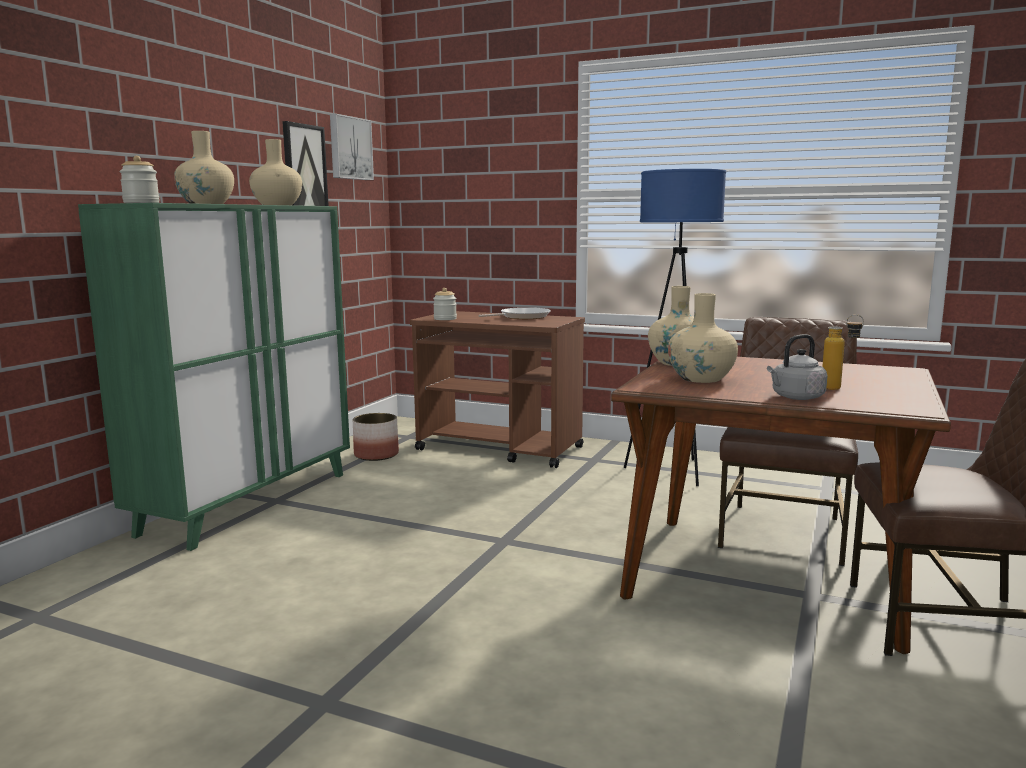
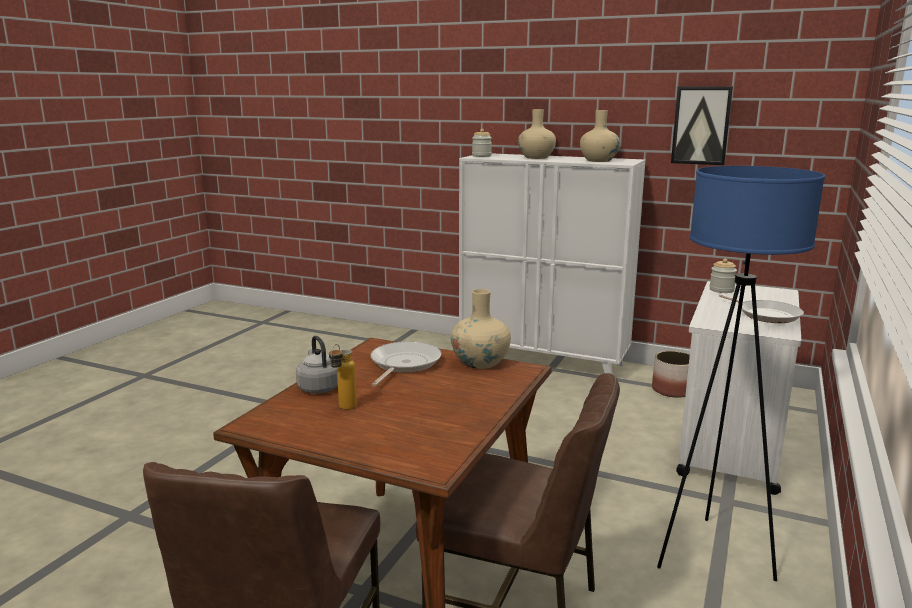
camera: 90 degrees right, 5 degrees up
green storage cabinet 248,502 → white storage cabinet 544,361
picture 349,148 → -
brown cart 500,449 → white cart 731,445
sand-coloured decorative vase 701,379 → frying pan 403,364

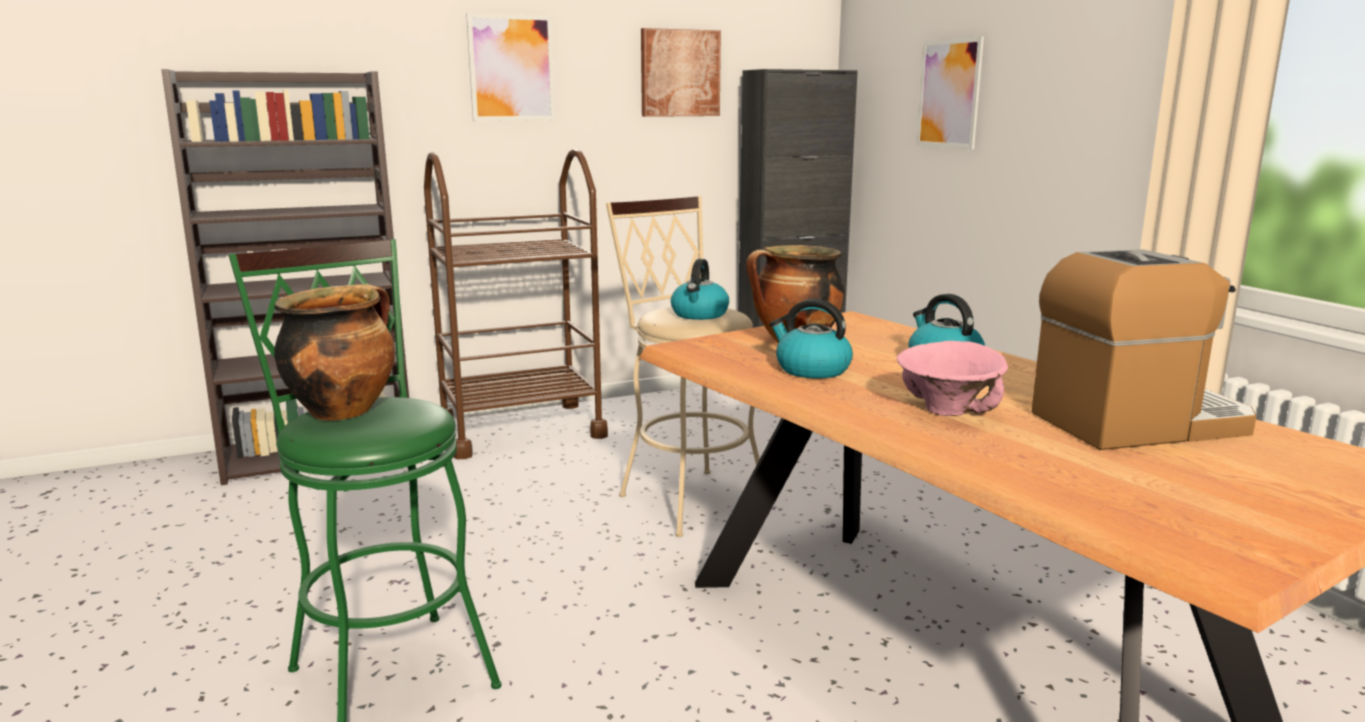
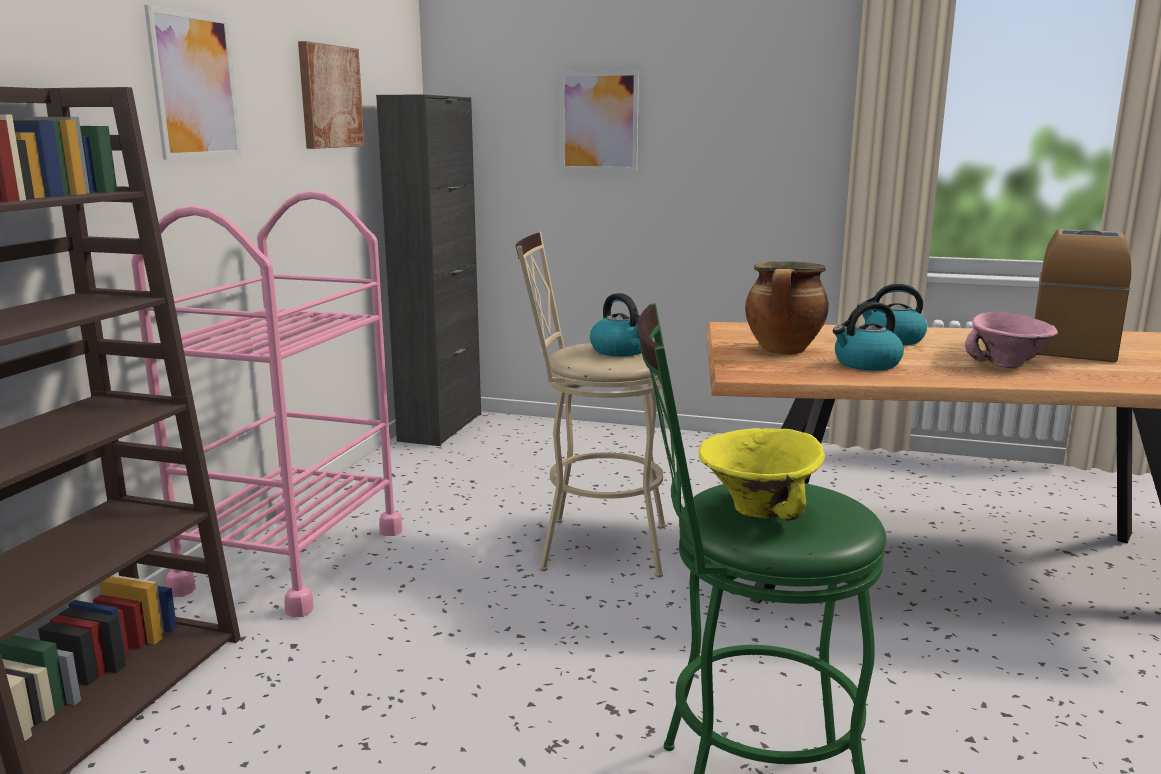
camera: 50 degrees left, 0 degrees up
cooking pot 343,410 → yellow-coloured deep dish 755,511
brown cart 520,429 → pinkish cart 292,560

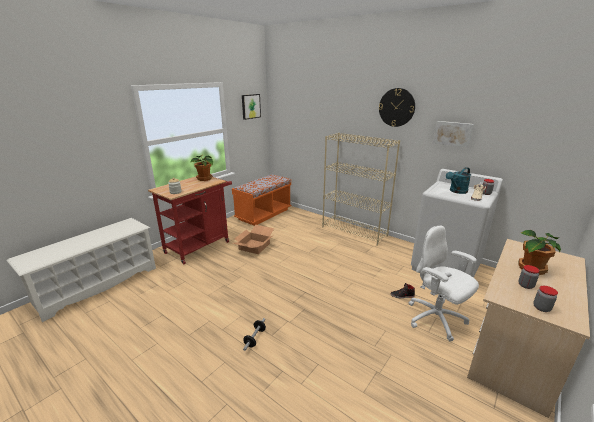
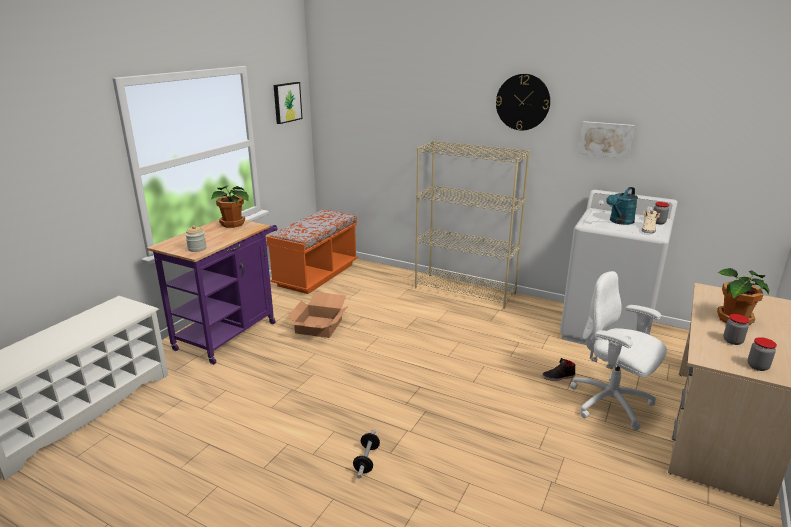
camera: 10 degrees left, 0 degrees up
red-coloured cart 200,245 → purplish cart 230,333

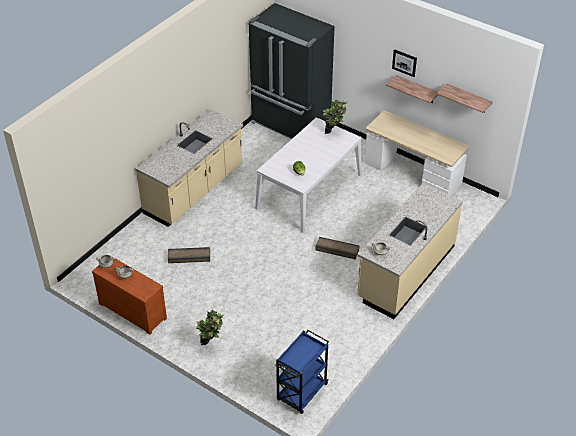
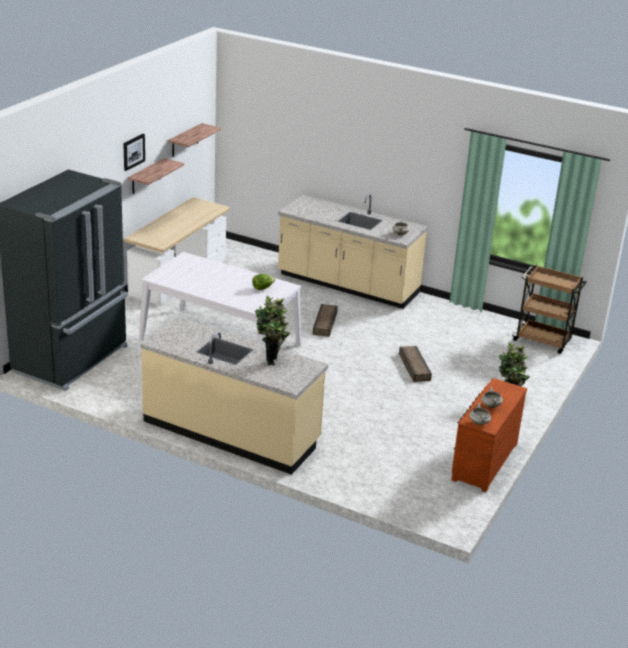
camera: 100 degrees left, 15 degrees down
crate 189,257 → crate 415,366, shifted
bluish cart 301,393 → brown cart 543,341
potted plant 334,133 → potted plant 271,358, shifted

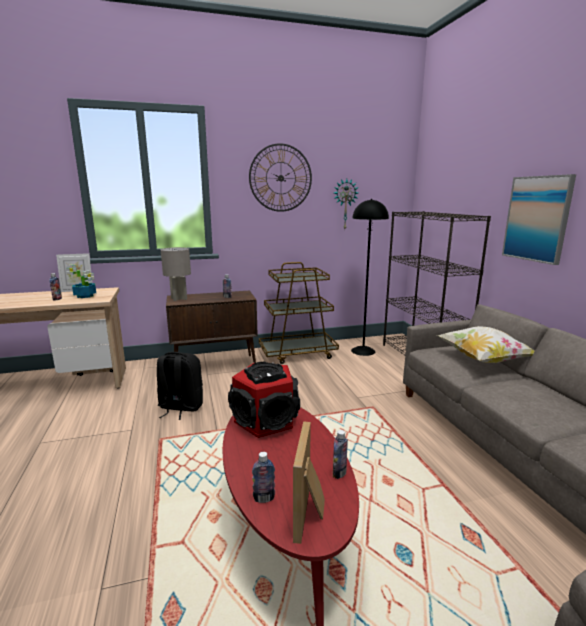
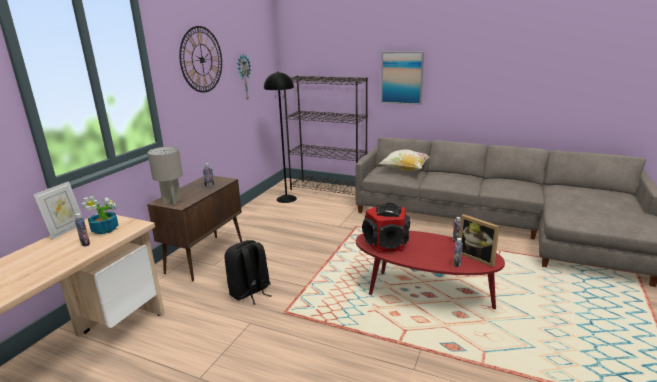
camera: 50 degrees left, 5 degrees up
brown cart 298,353 → -

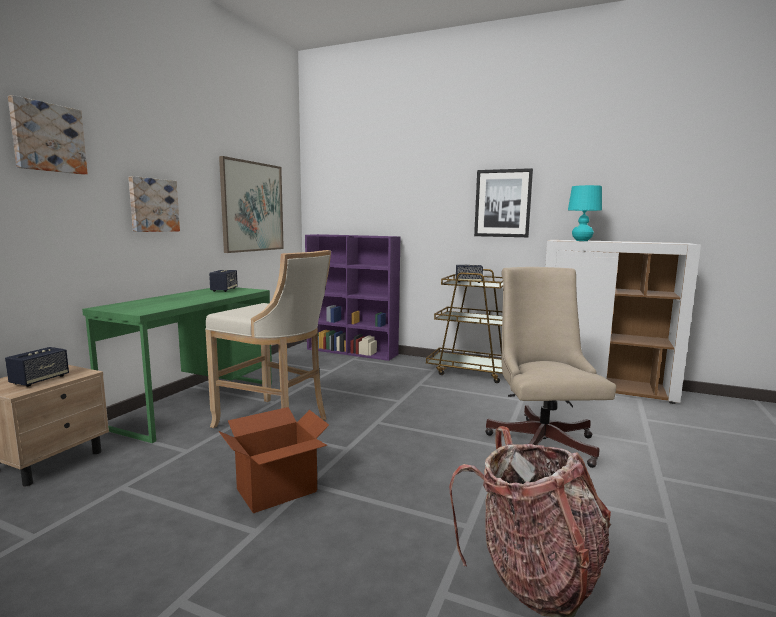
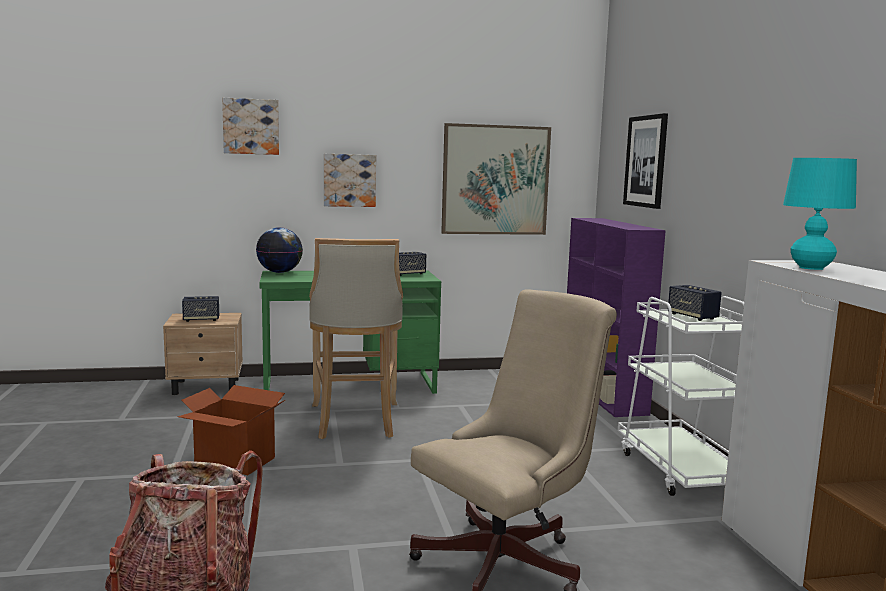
camera: 55 degrees right, 0 degrees up
brown cart 471,371 → white cart 681,470
picture 502,203 → picture 646,161, shifted
- → desk globe 280,272

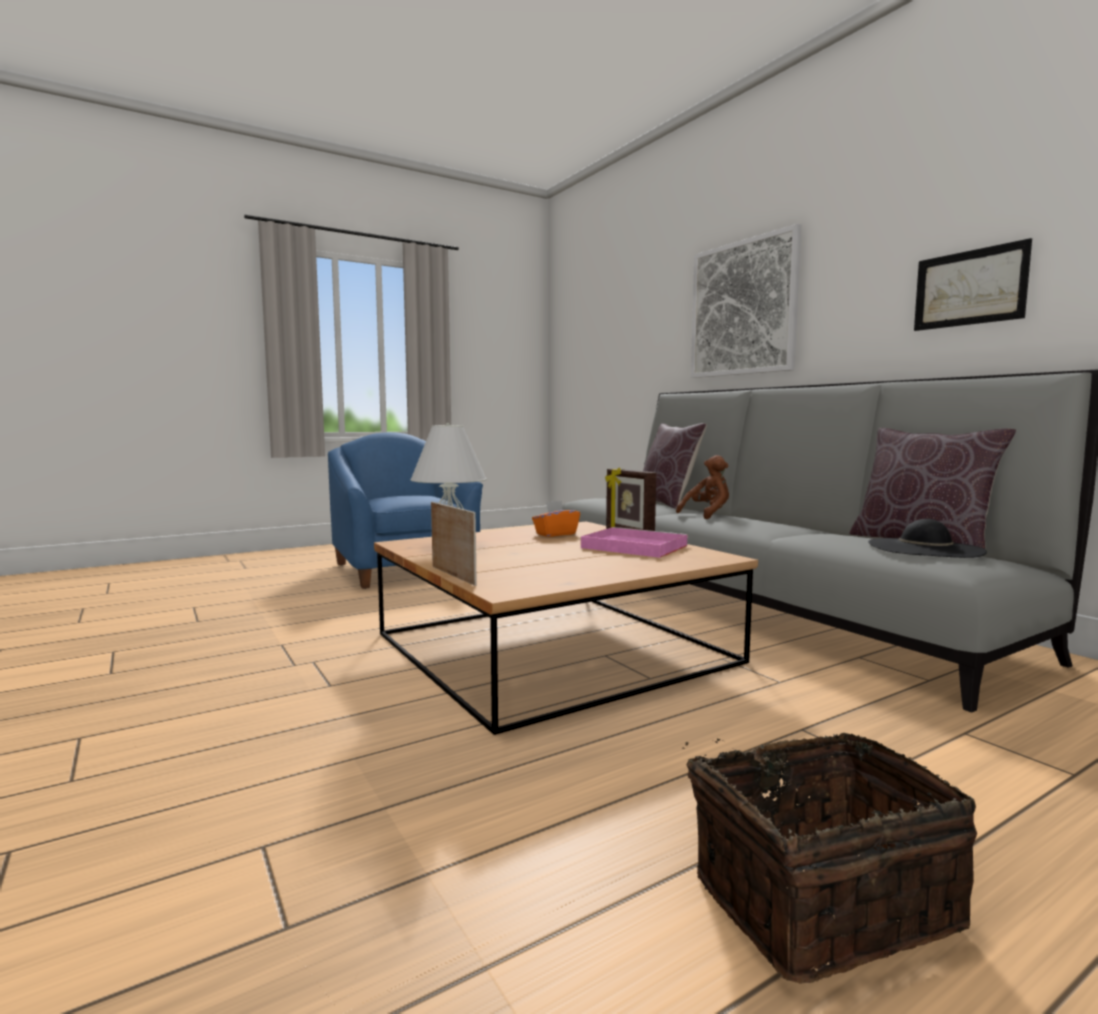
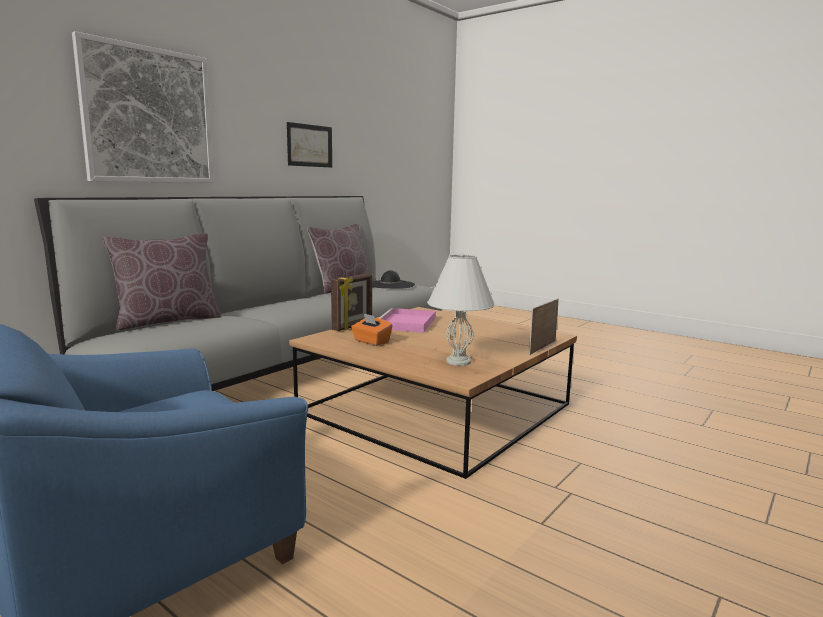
camera: 110 degrees left, 5 degrees up
brown cuddly toy 707,514 → -
storage basket 816,897 → -

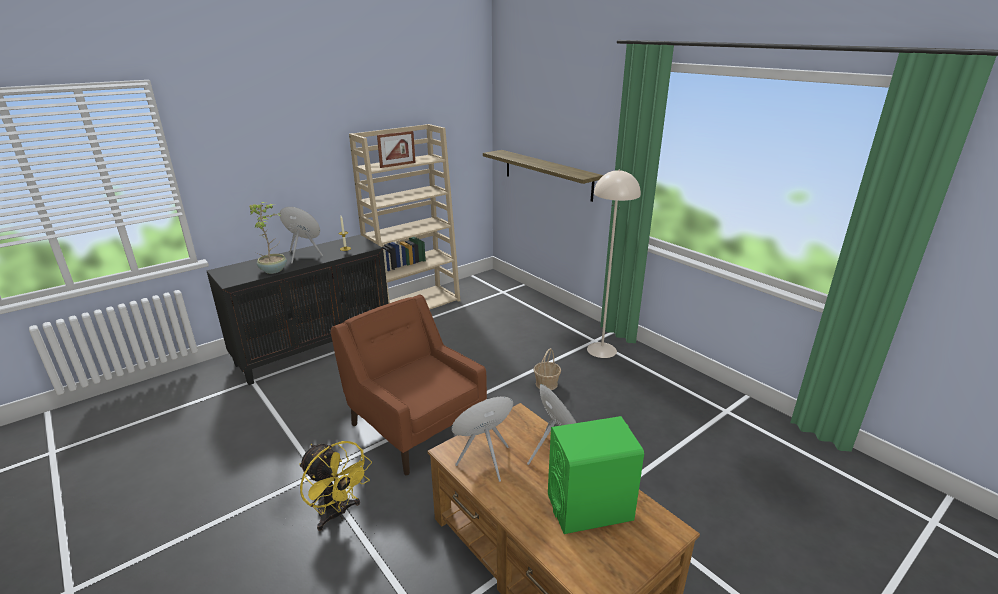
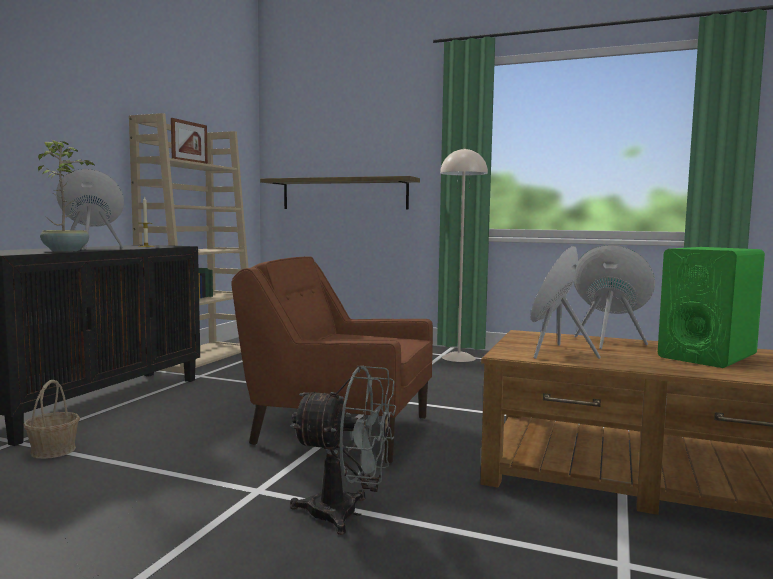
camera: 30 degrees left, 20 degrees down
yellow-coloured cooling fan 337,514 → gray cooling fan 346,514
storage basket 546,384 → storage basket 54,450, shifted

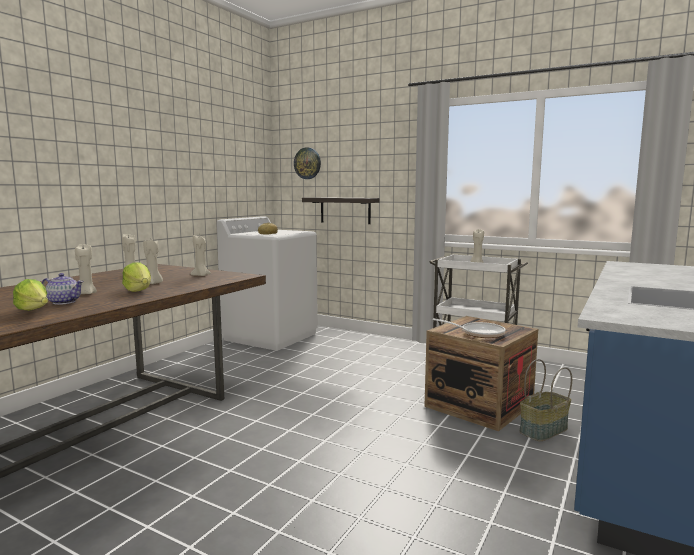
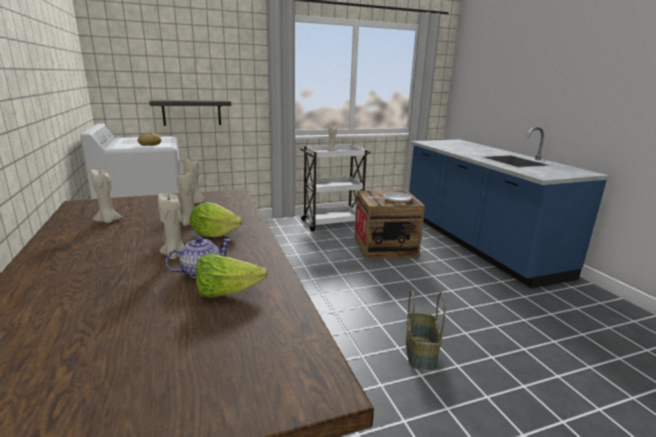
camera: 50 degrees left, 10 degrees up
wall clock 307,163 → -
storage basket 544,430 → storage basket 421,353, shifted

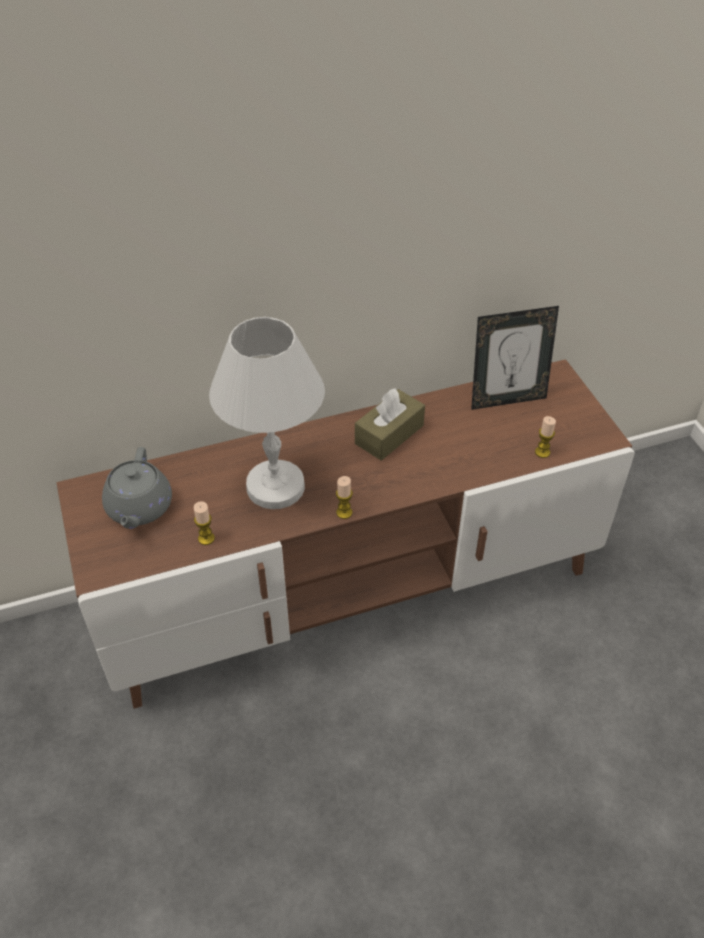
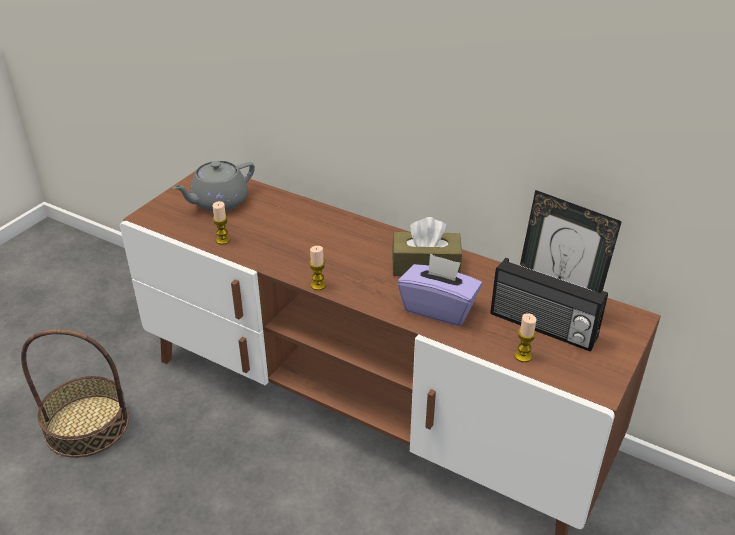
camera: 50 degrees right, 10 degrees down
white lamp for a table 274,486 → -
- → storage basket 87,425
- → purplish box of tissues 438,308
- → radio 542,327

